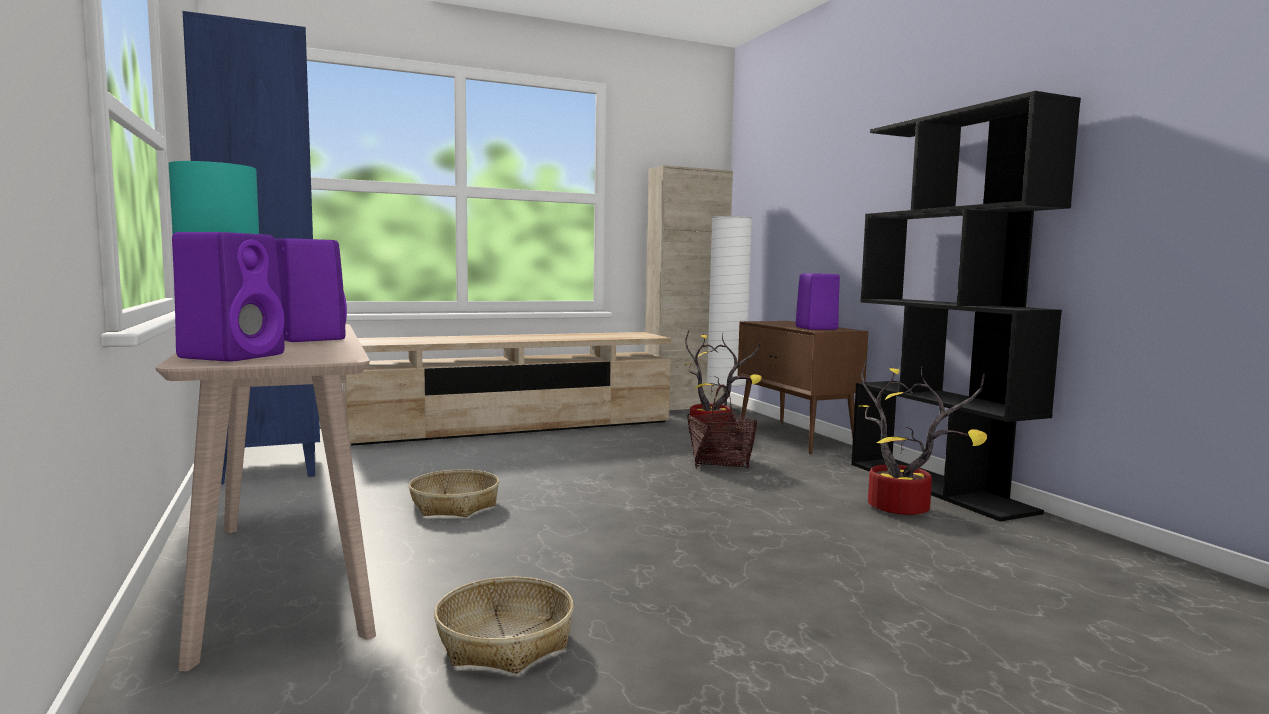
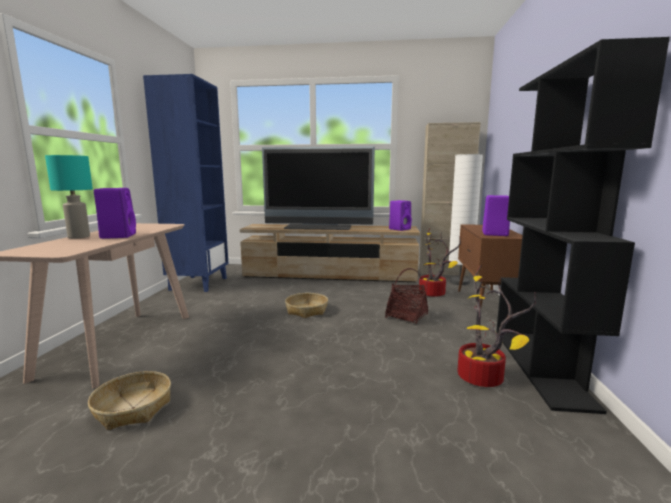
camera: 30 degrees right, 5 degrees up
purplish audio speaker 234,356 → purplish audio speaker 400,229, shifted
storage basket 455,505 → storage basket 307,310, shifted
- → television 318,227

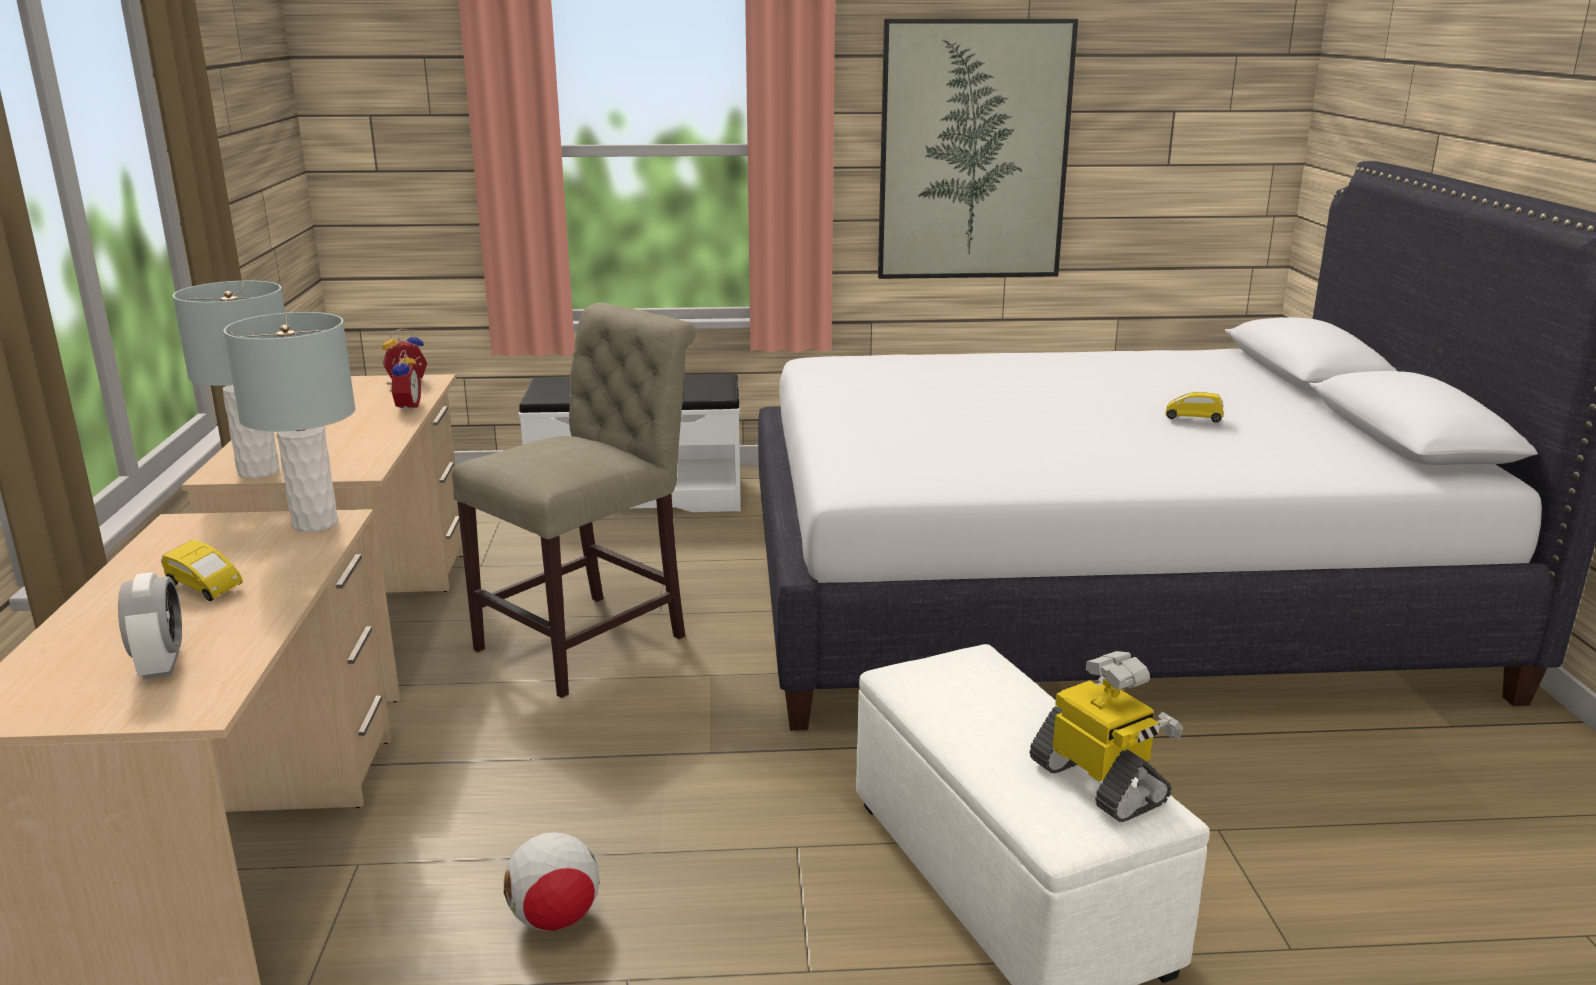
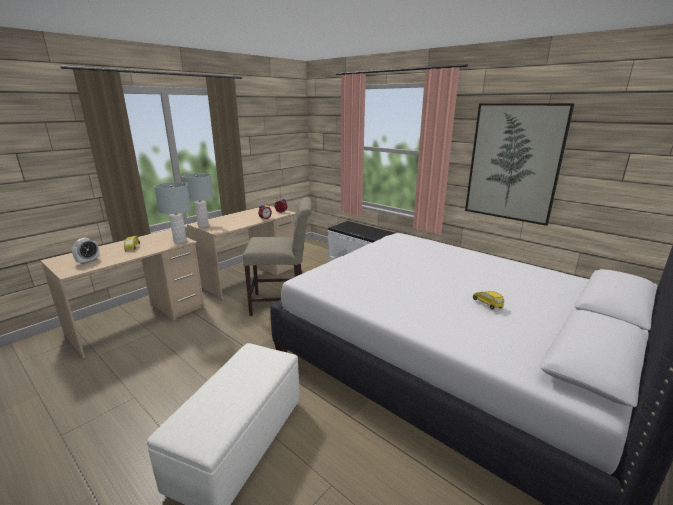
camera: 45 degrees right, 0 degrees up
football ball 555,918 → -
toy robot 1100,783 → -

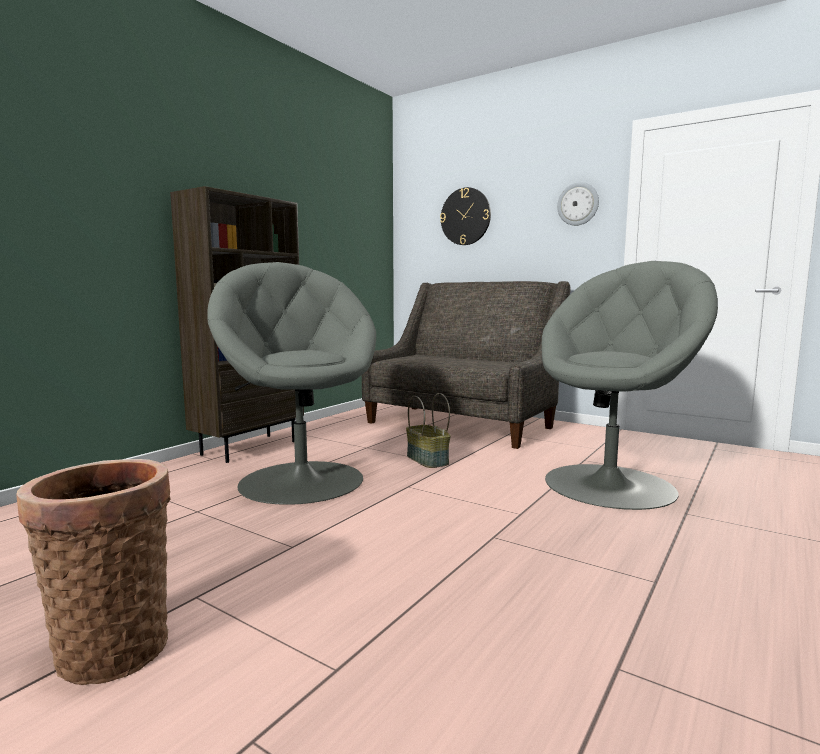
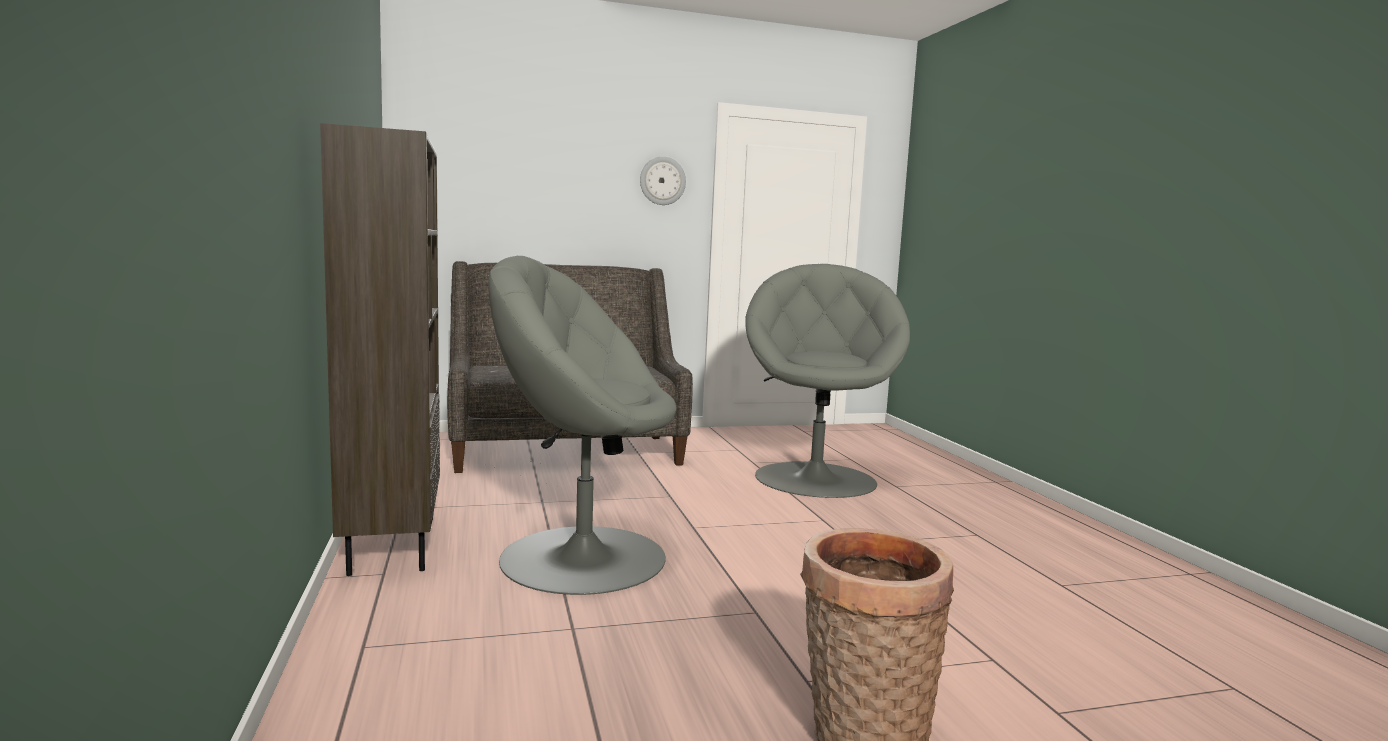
camera: 50 degrees left, 0 degrees up
storage basket 426,460 → -
wall clock 465,216 → -

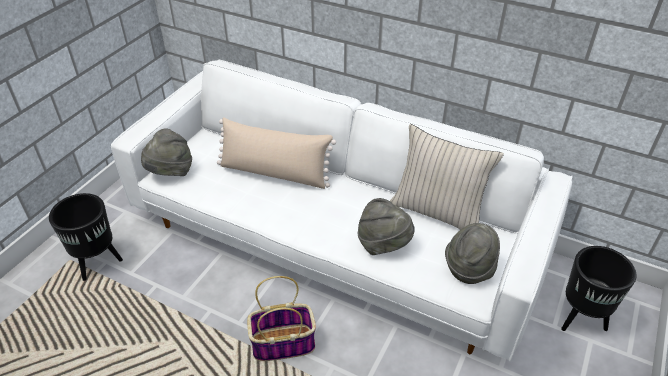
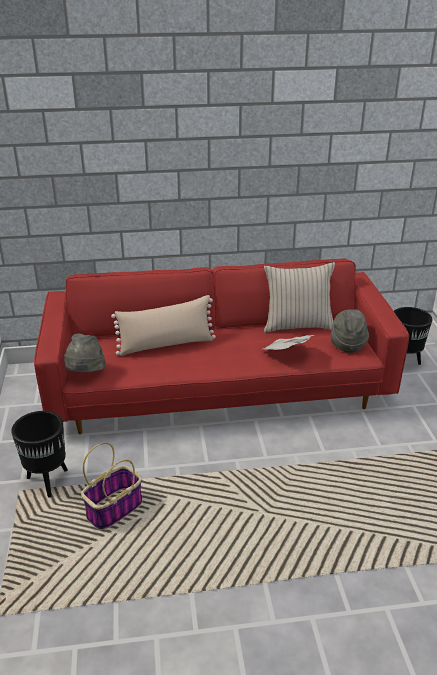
camera: 35 degrees left, 10 degrees down
white settee 334,240 → red-coloured settee 218,387
storage basket 284,343 → storage basket 115,509, shifted
gray hat 383,244 → newspaper 286,353

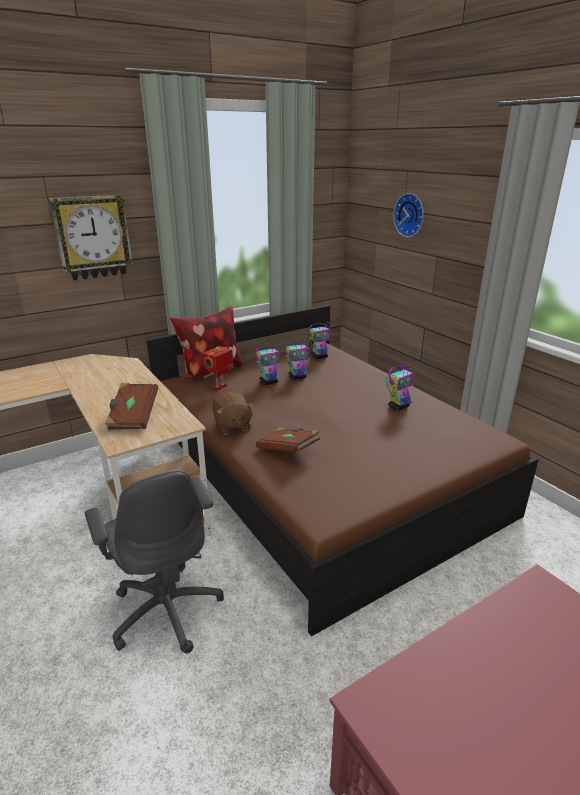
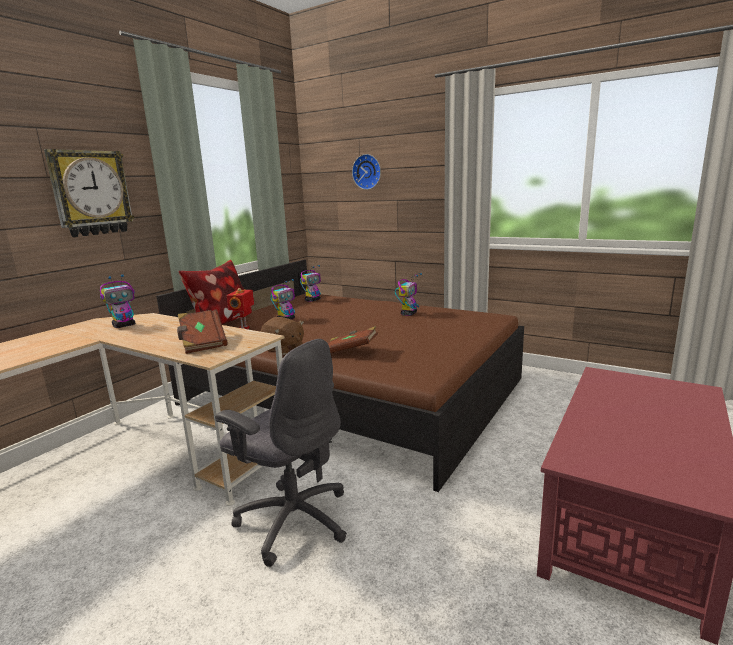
camera: 25 degrees left, 10 degrees down
toy robot 297,377 → toy robot 124,325, shifted

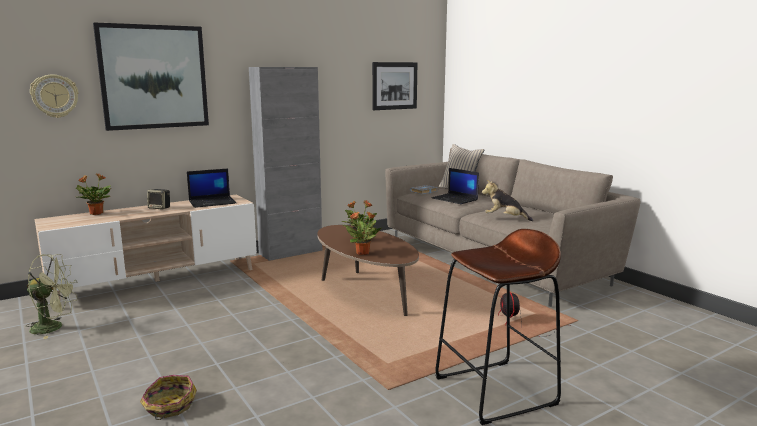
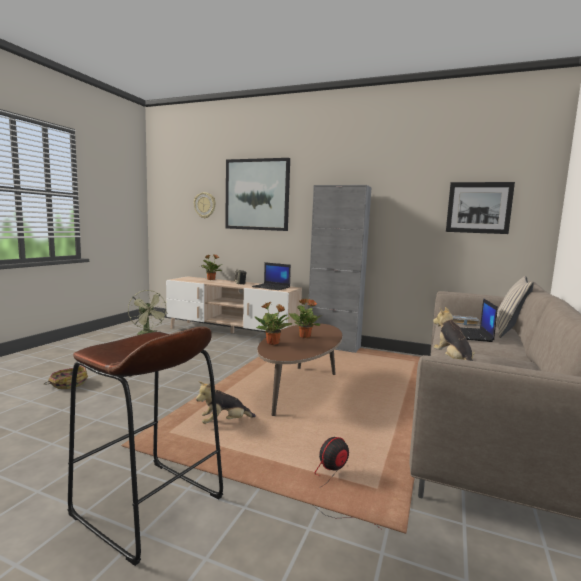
camera: 55 degrees right, 5 degrees down
- → cuddly toy 224,422

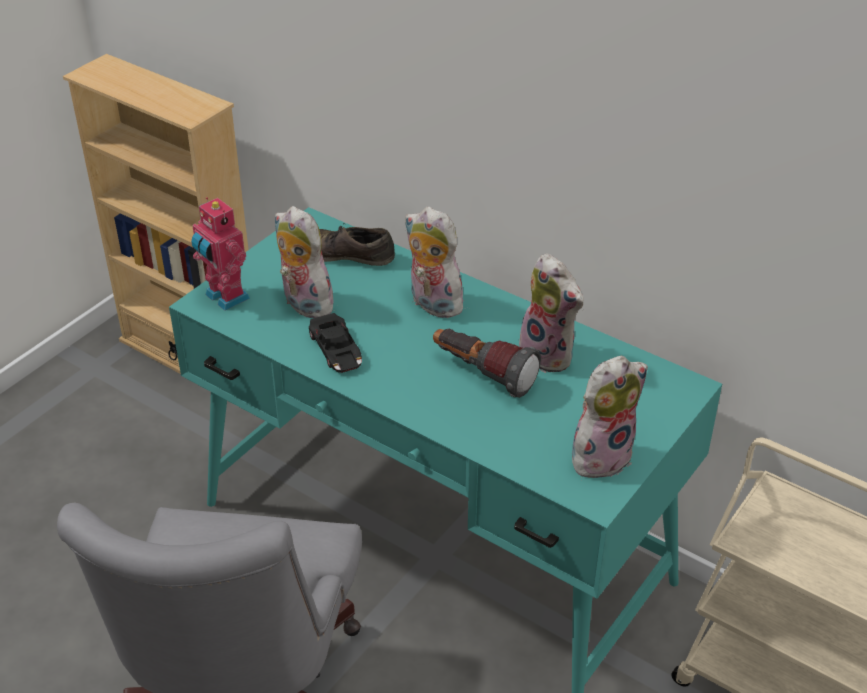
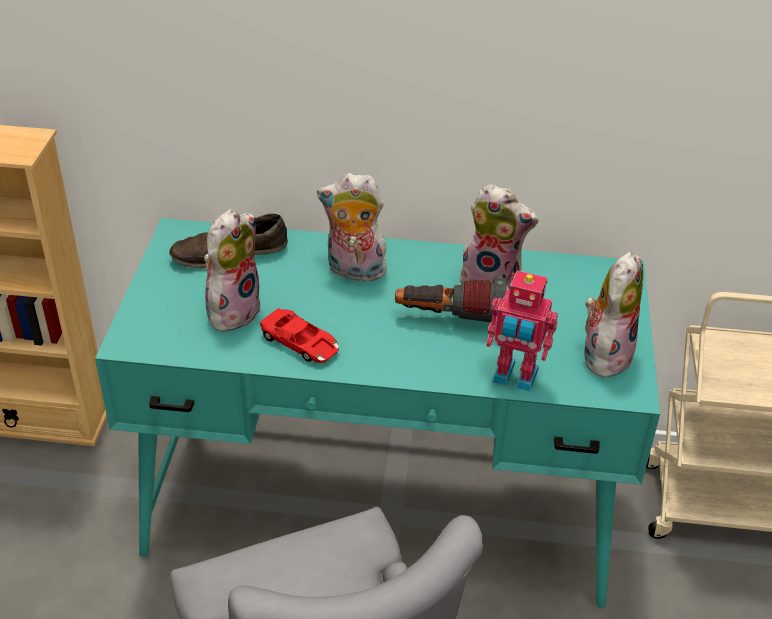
camera: 30 degrees left, 0 degrees up
toy robot 225,297 → toy robot 514,378, shifted
cuddly toy 303,304 → cuddly toy 233,310, 105 degrees clockwise
blackish model car 336,350 → red-coloured model car 301,343

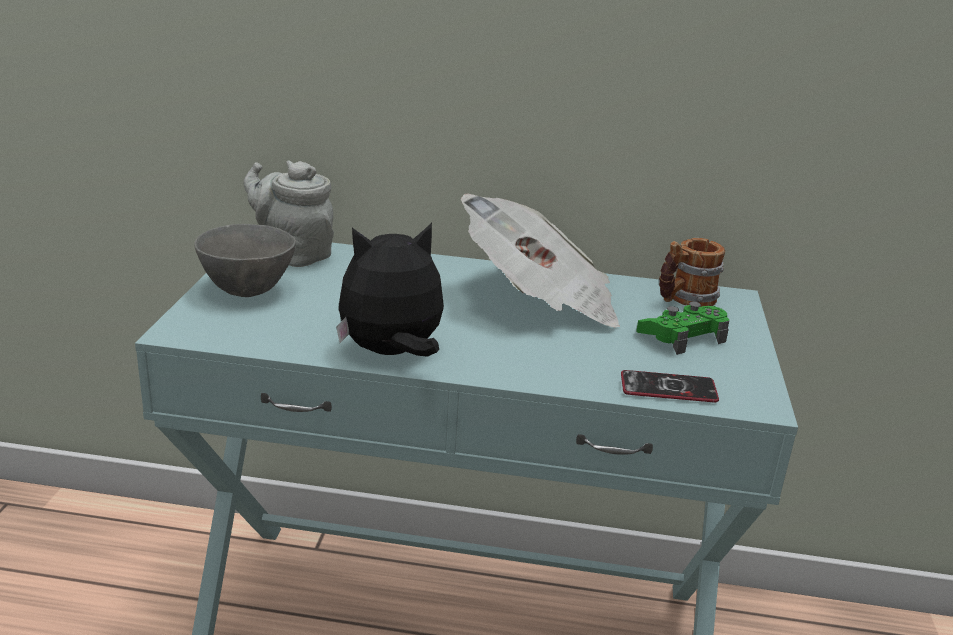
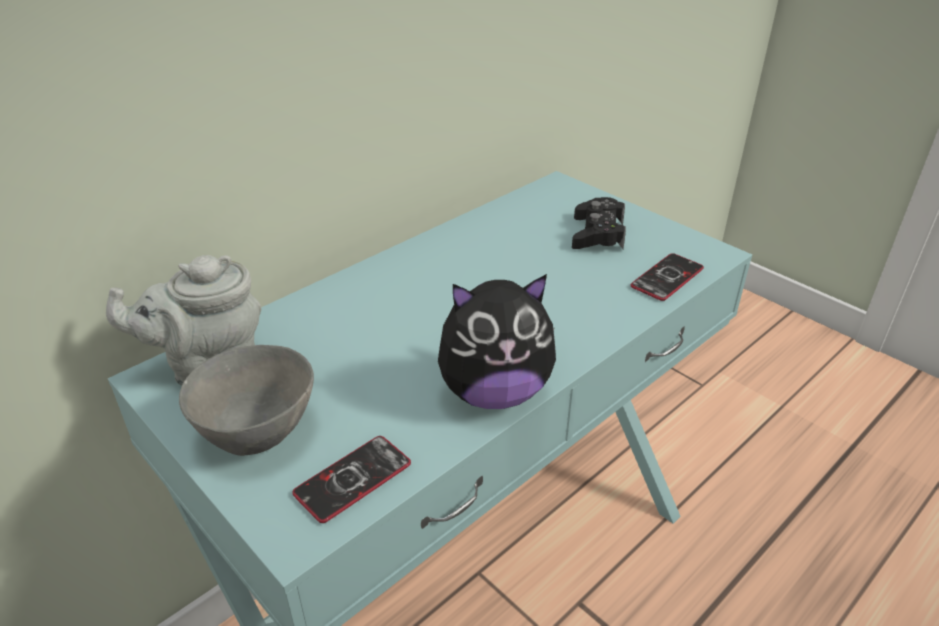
camera: 50 degrees left, 10 degrees up
cuddly toy 392,353 → cuddly toy 494,392, 120 degrees counterclockwise
newspaper 540,301 → -
green game controller 682,337 → blackish game controller 597,234
mug 685,299 → -
- → telephone 353,479

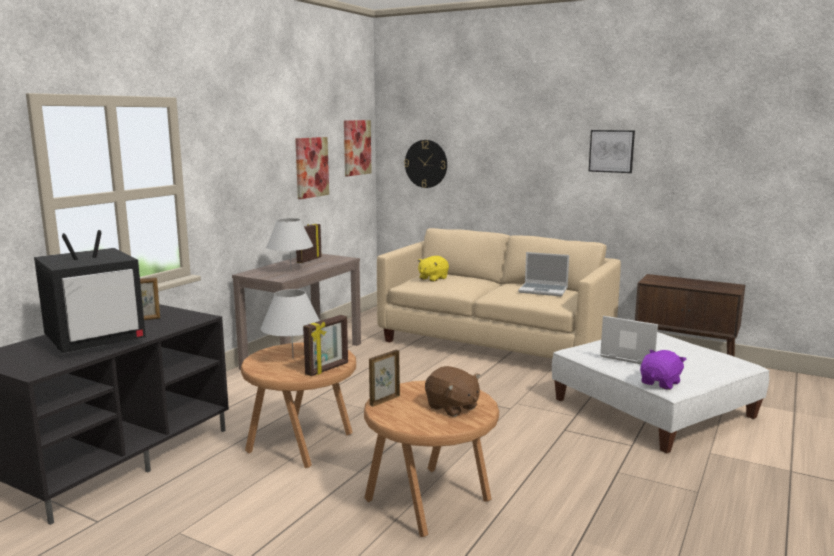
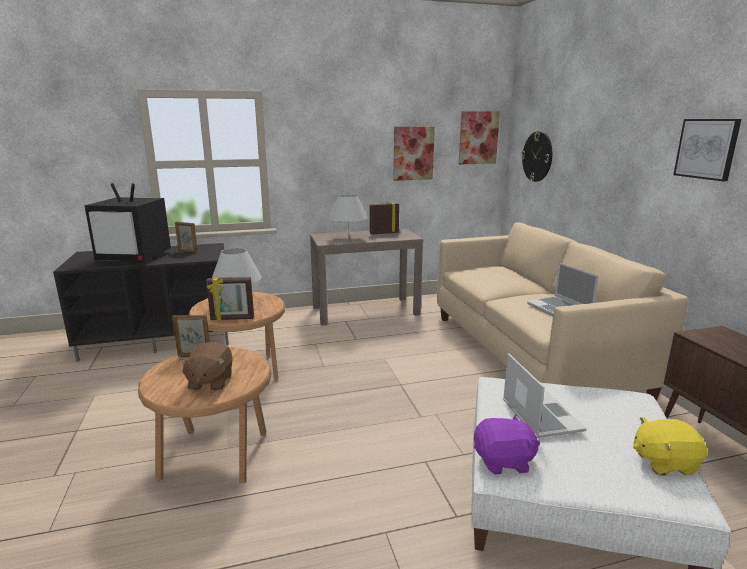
camera: 45 degrees right, 5 degrees up
yellow-coloured cuddly toy 432,278 → yellow-coloured cuddly toy 664,462, shifted

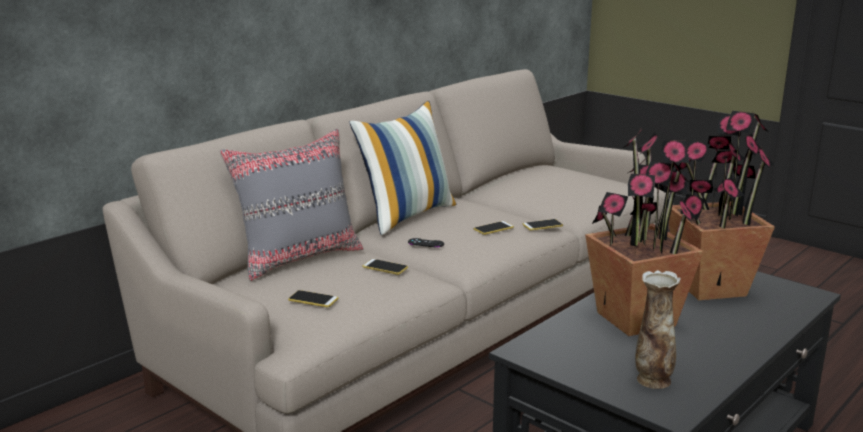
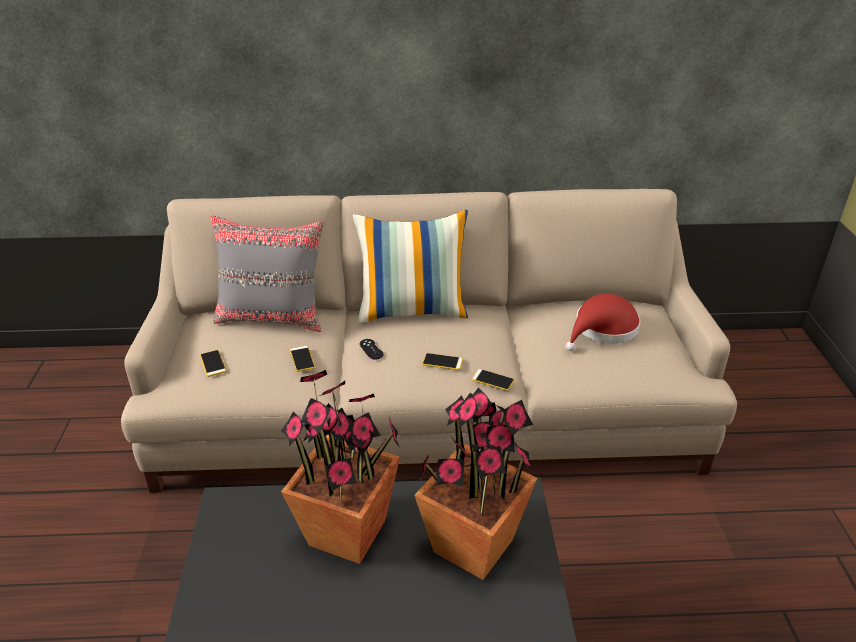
camera: 45 degrees right, 15 degrees up
decorative vase 652,380 → -
- → red-coloured hat 603,330

